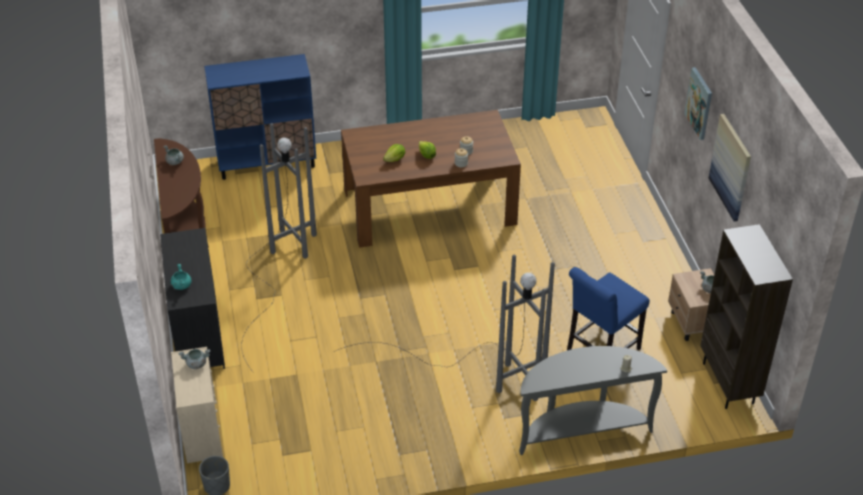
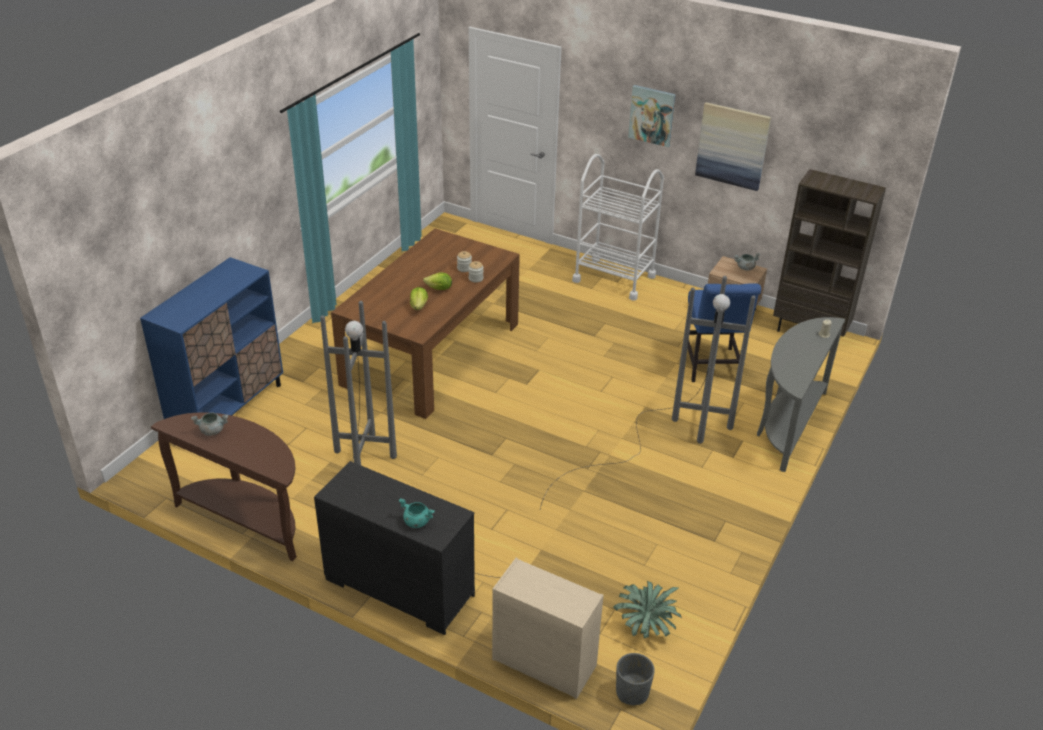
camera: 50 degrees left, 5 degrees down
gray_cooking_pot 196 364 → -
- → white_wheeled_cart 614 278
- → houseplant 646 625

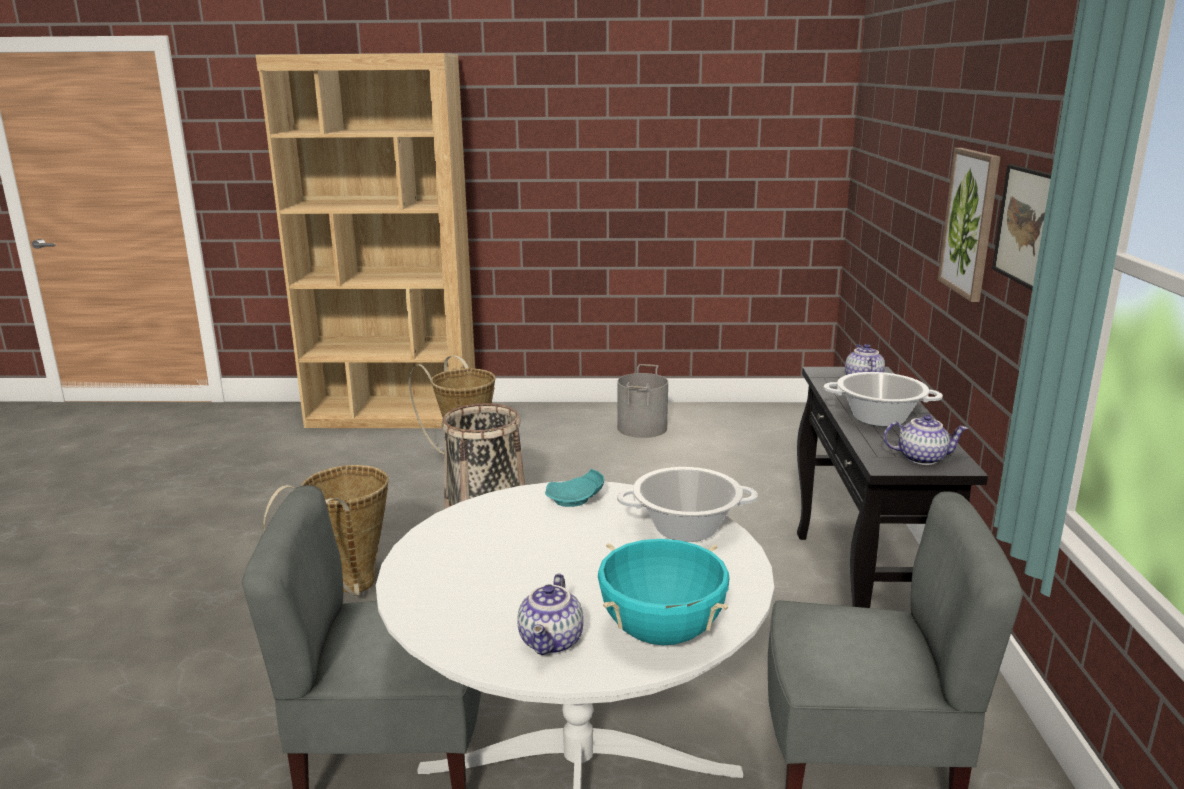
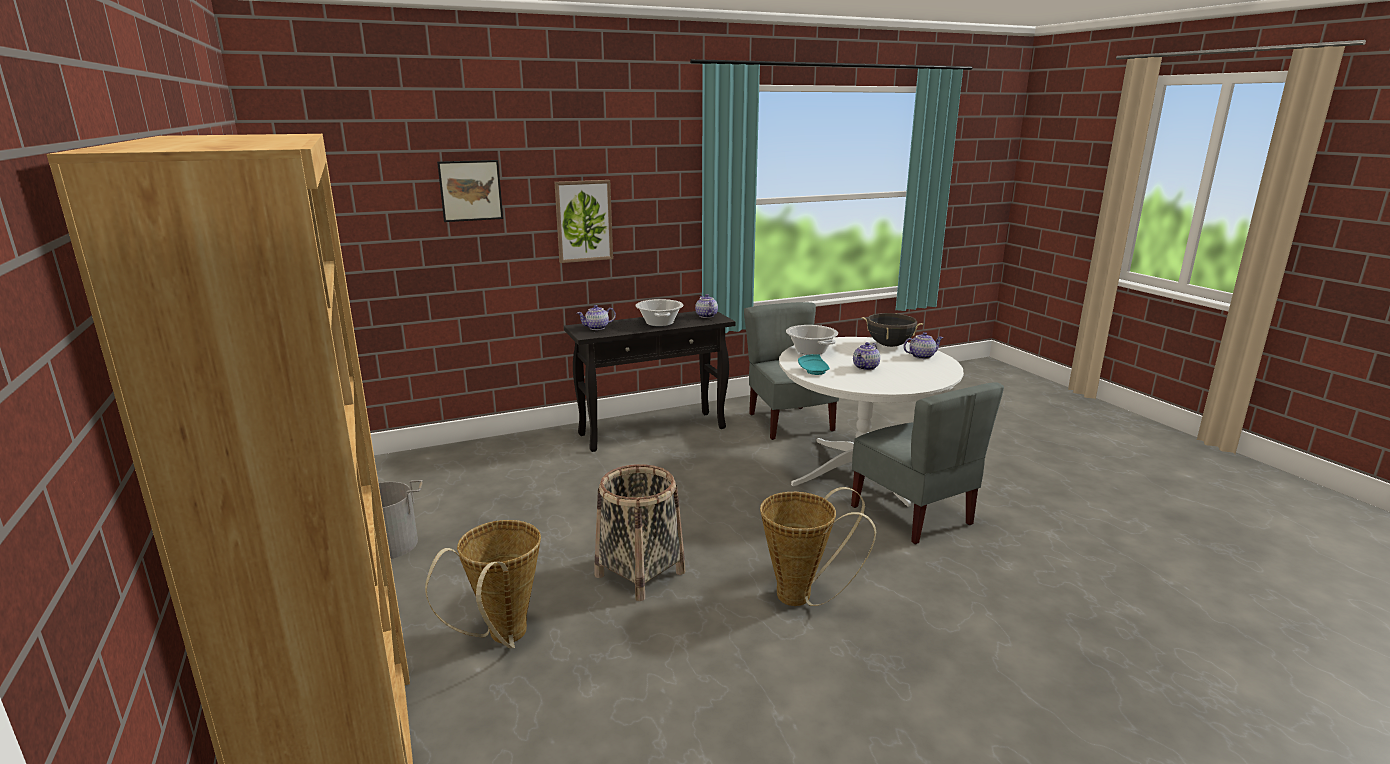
camera: 115 degrees left, 0 degrees up
wall_art 1026 226 → wall_art 470 190, moved
turquoise_cooking_pot 662 633 → black-coloured_cooking_pot 889 345
- → teapot 866 368

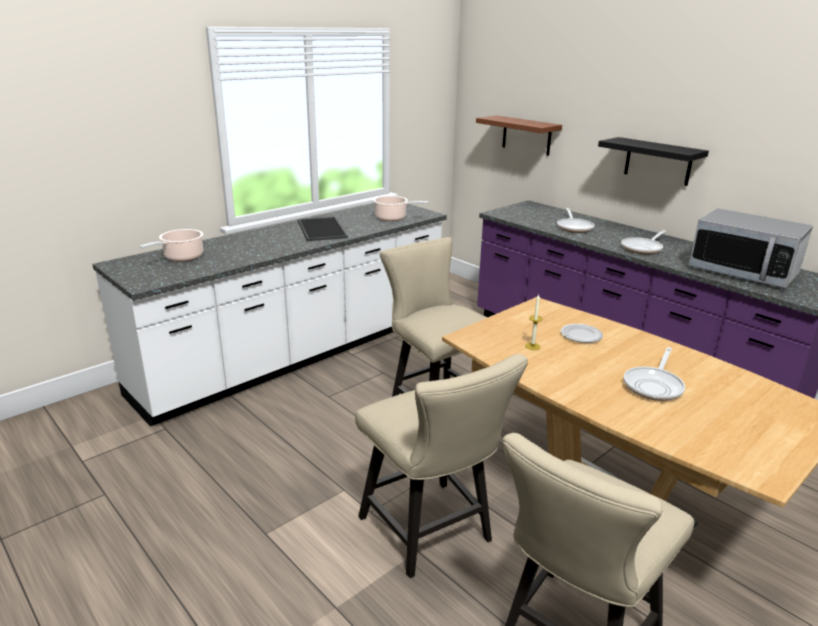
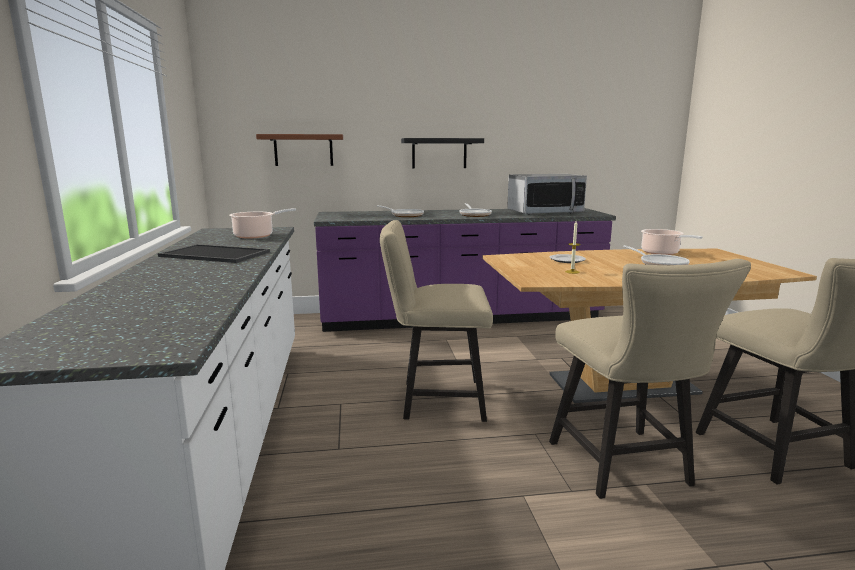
camera: 55 degrees left, 10 degrees down
cooking_pot 181 257 → cooking_pot 662 253, moved
sand-coloured_plain_chair 431 534 → sand-coloured_plain_chair 625 468, 75 degrees clockwise

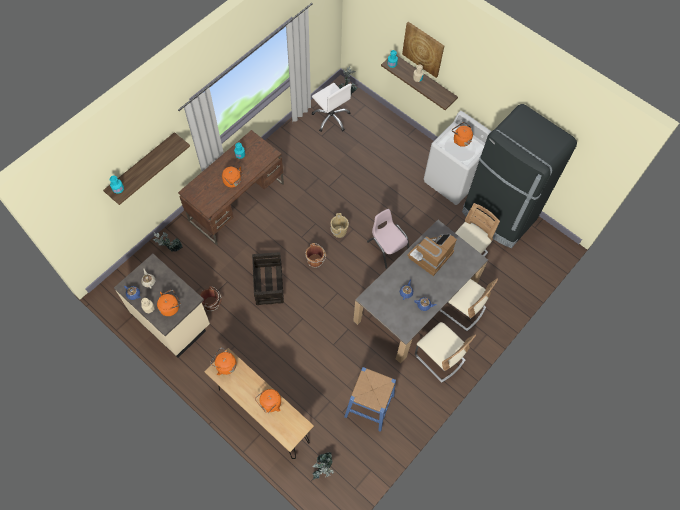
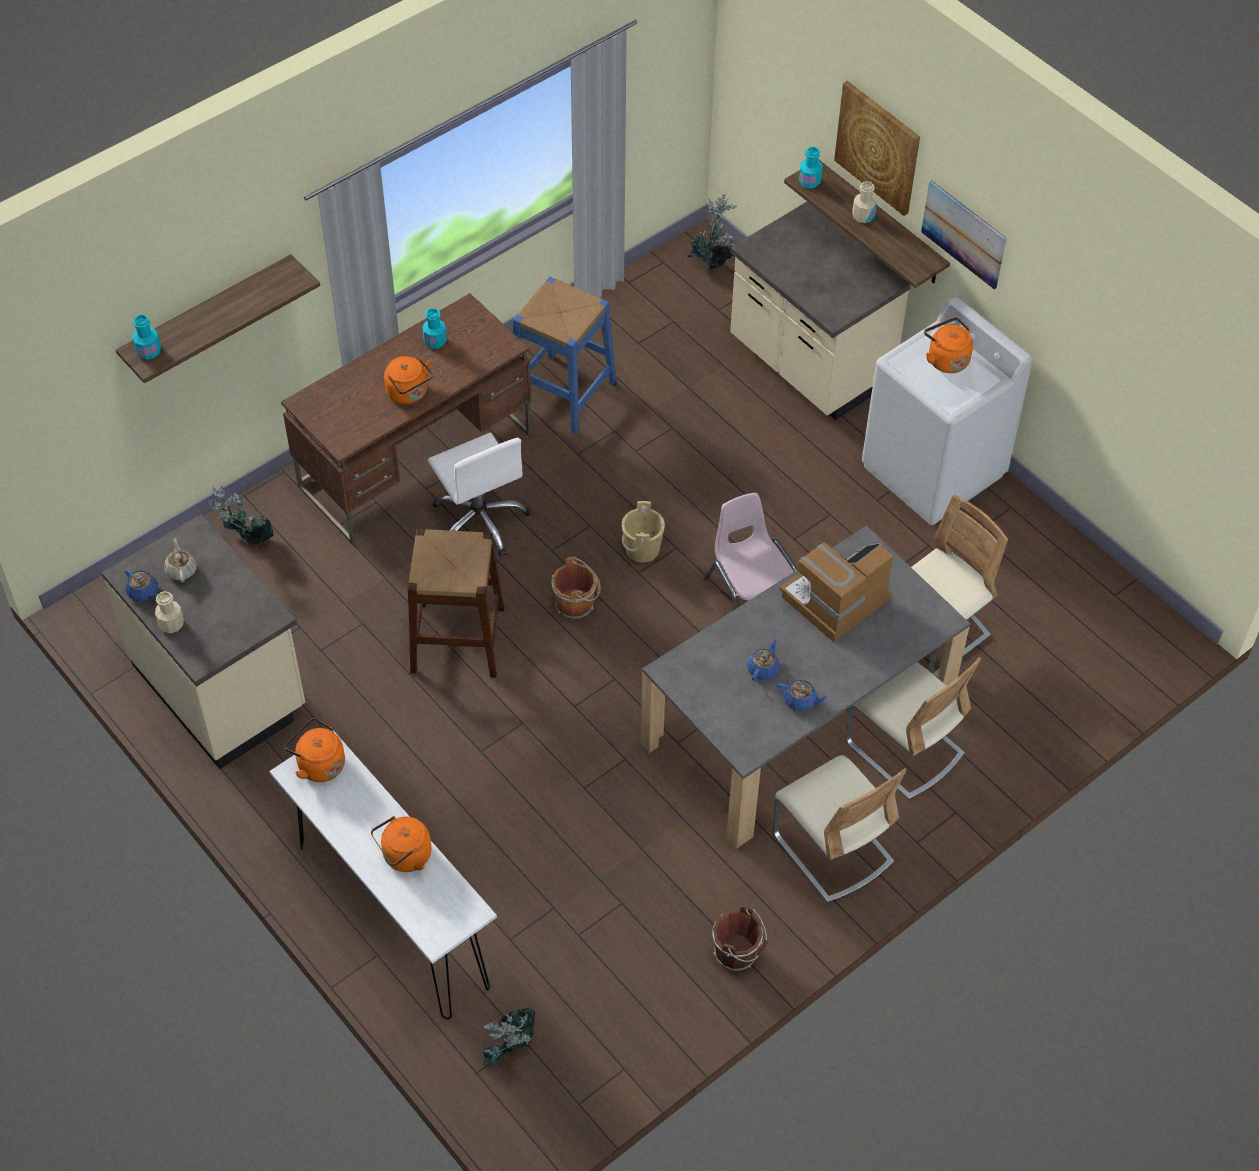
camera: 10 degrees right, 10 degrees down
white_desk_chair 331 118 → white_desk_chair 480 521, moved
black-coloured_fridge 498 216 → -
crate 268 283 → brownish_sitting_stool 457 639
brownish_bucket 212 304 → brownish_bucket 737 953, moved
orange-coloured_water_kettle 170 307 → -
brownish_console_table 263 415 → white_console_table 392 916
blue-coloured_sitting_stool 369 406 → blue-coloured_sitting_stool 563 393, moved
- → wall_art 963 234
- → sand-coloured_kitchen_counter 809 364

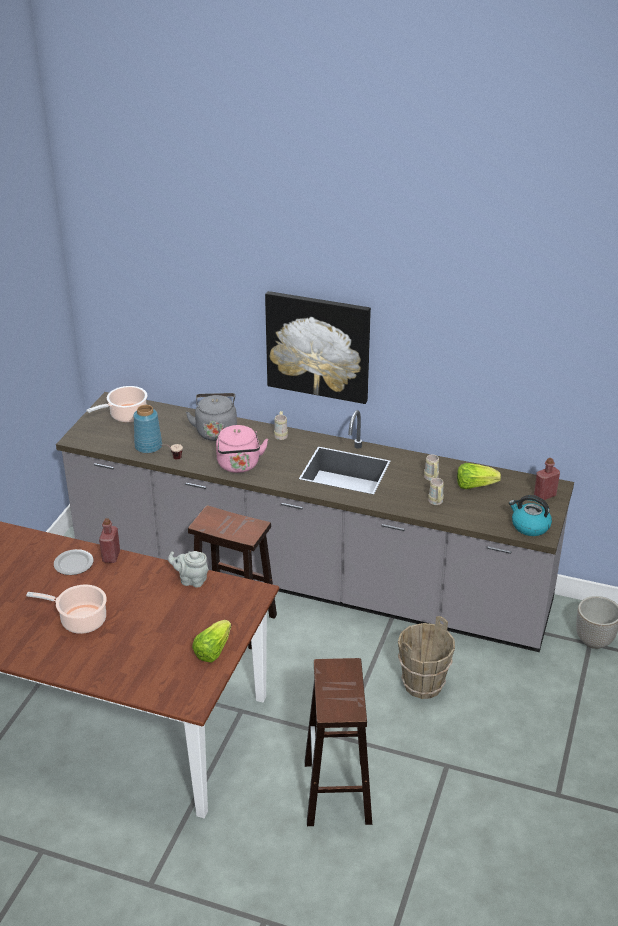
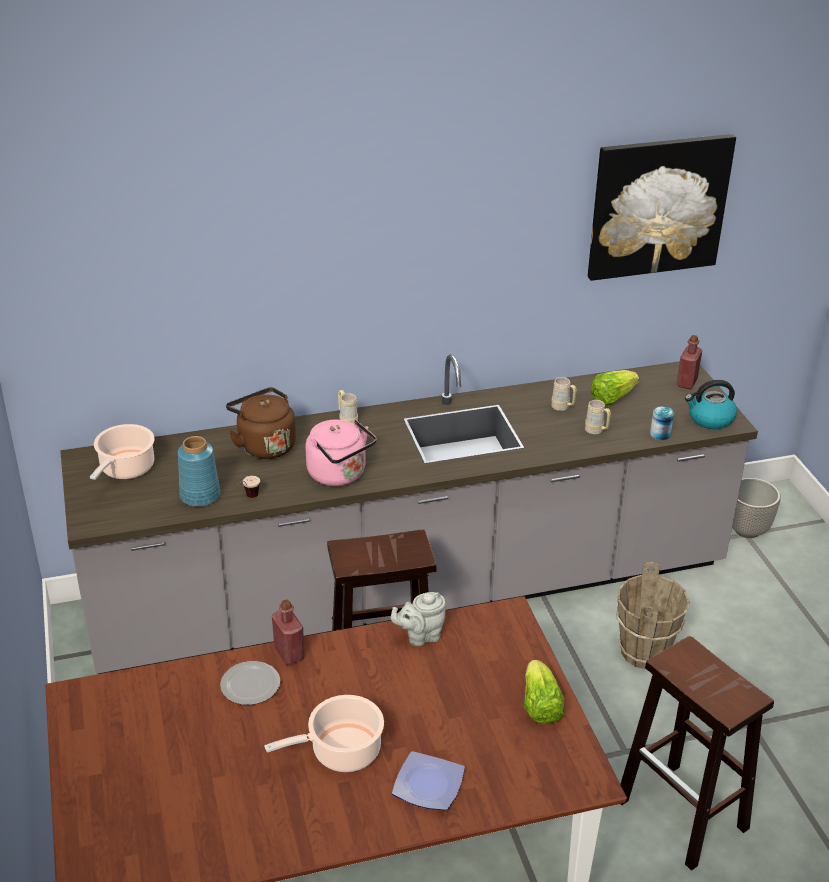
camera: 35 degrees left, 0 degrees up
wall_art 318 346 → wall_art 658 206, moved
gray_water_kettle 216 431 → brownish_water_kettle 264 445
- → can 660 434
- → dinner_plate 430 784

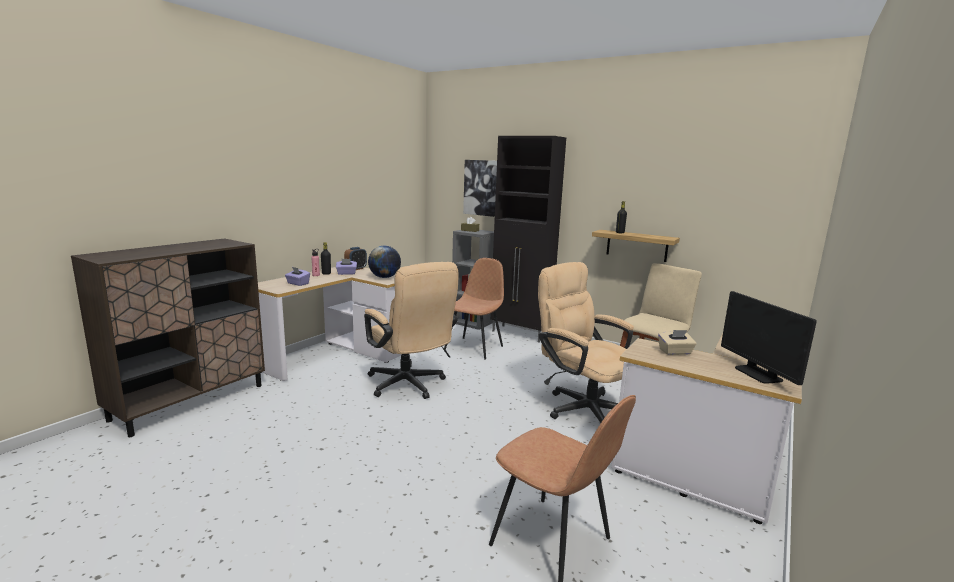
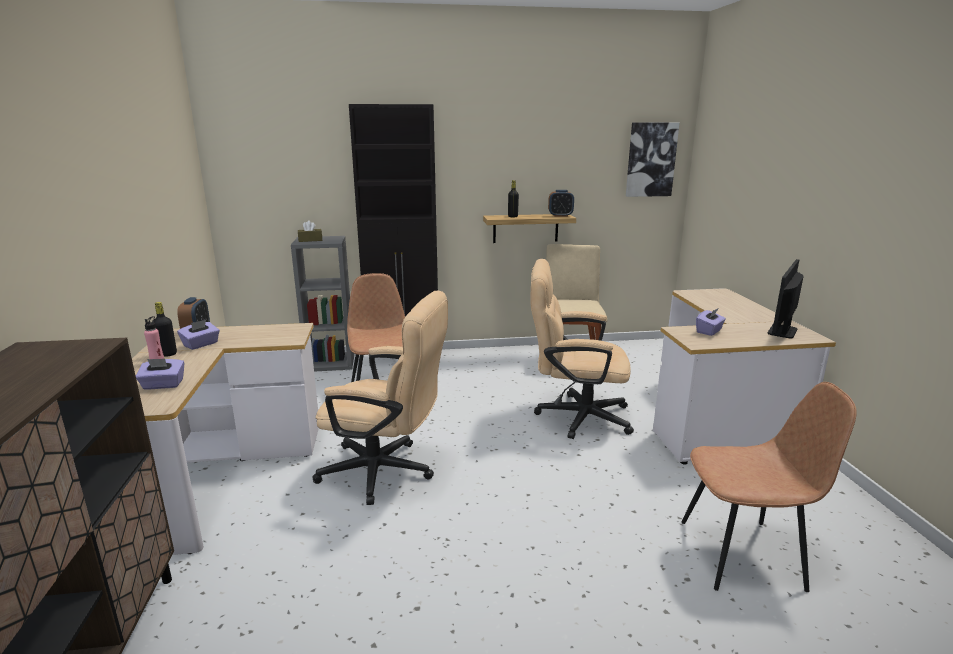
camera: 40 degrees left, 5 degrees up
wall_art 480 187 → wall_art 651 160, moved
desk_globe 384 277 → -
monitor 758 374 → monitor 782 331, 90 degrees clockwise
sand-coloured_tissue_holder 675 352 → purplish_tissue_holder 709 331
- → alarm_clock 560 216

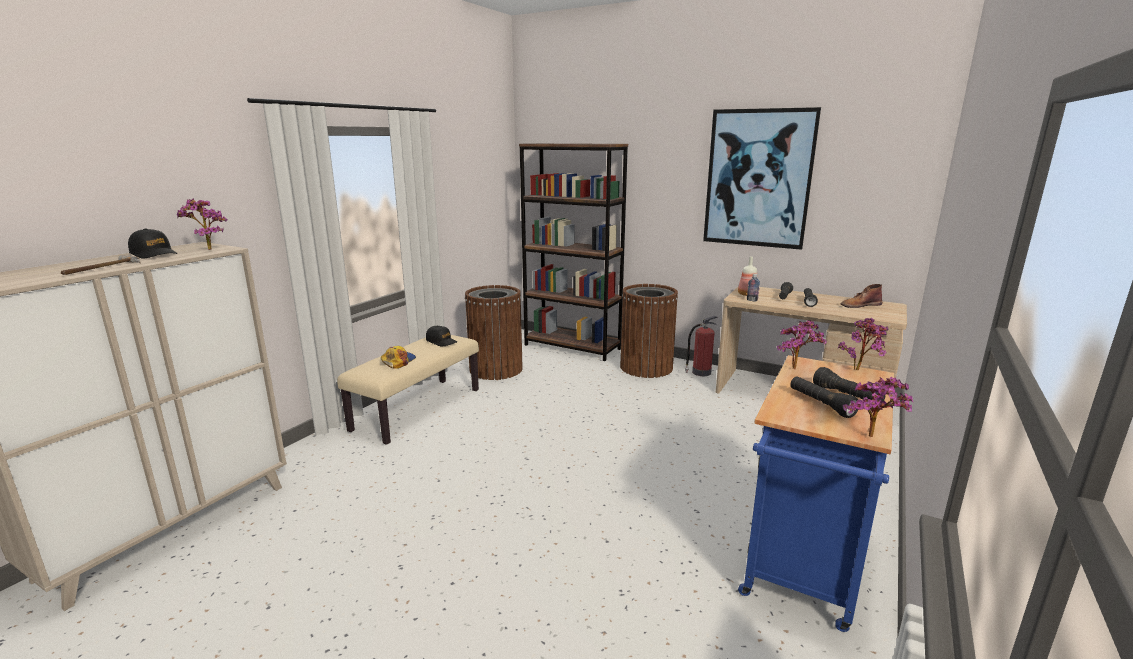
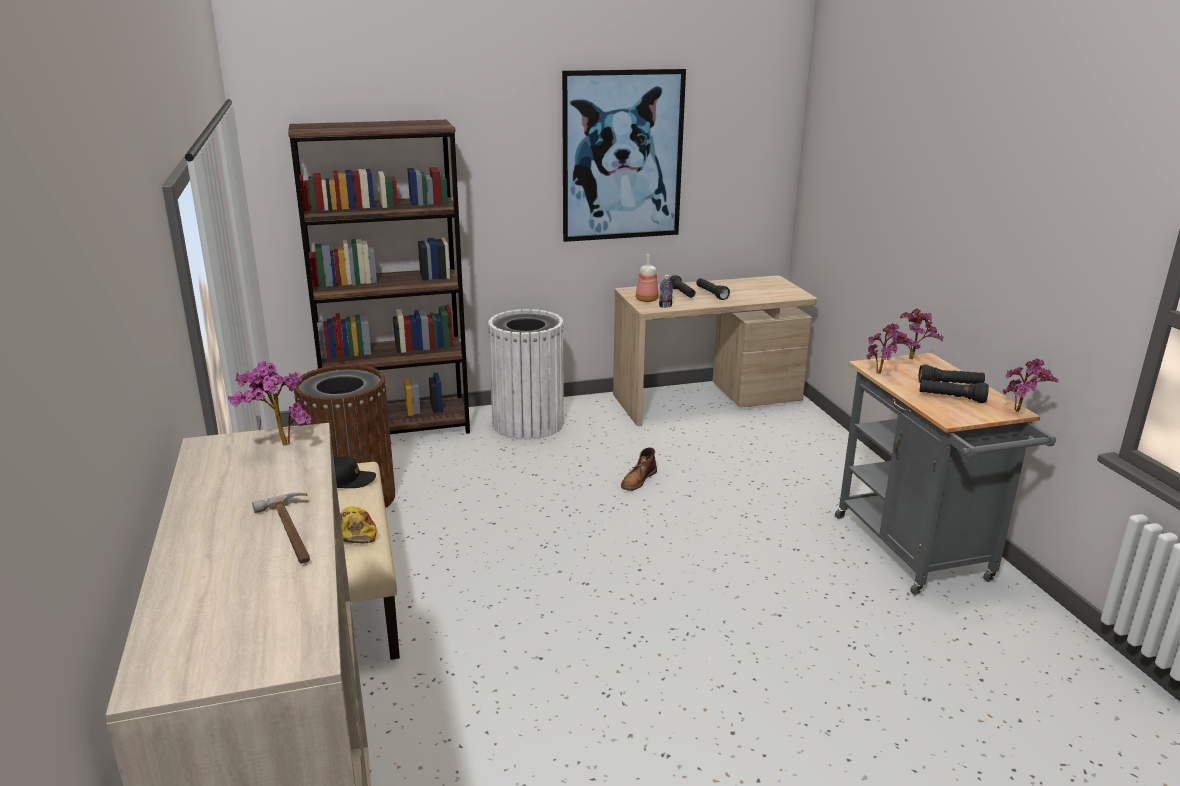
camera: 45 degrees left, 5 degrees up
black-coloured_peaked_cap 154 254 → -
brownish_rubbish_bin 646 367 → white_rubbish_bin 528 423
brownish_boot 860 305 → brownish_boot 638 479, moved
fire-fighting_cylinder 700 372 → -
blue-coloured_wheeled_cart 803 570 → gray_wheeled_cart 918 553

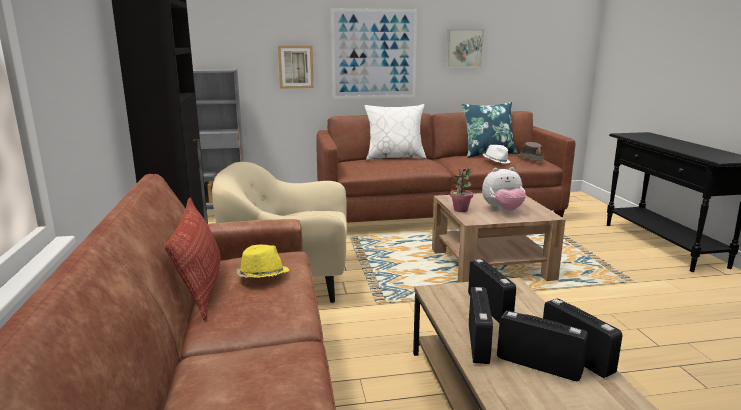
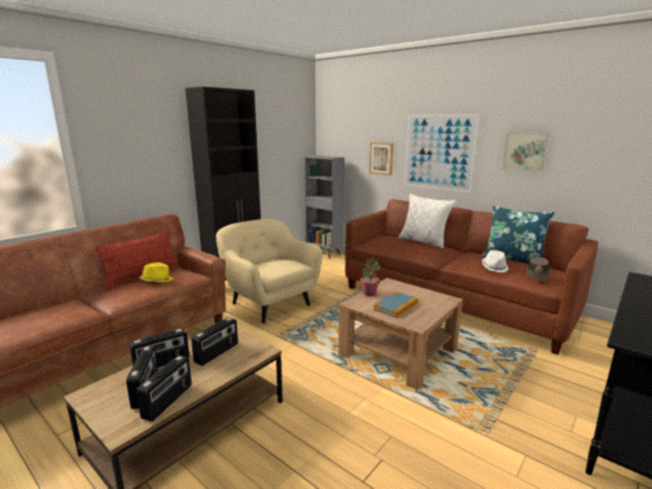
camera: 50 degrees right, 0 degrees up
cuddly_toy 502 210 → bound_book 396 306

